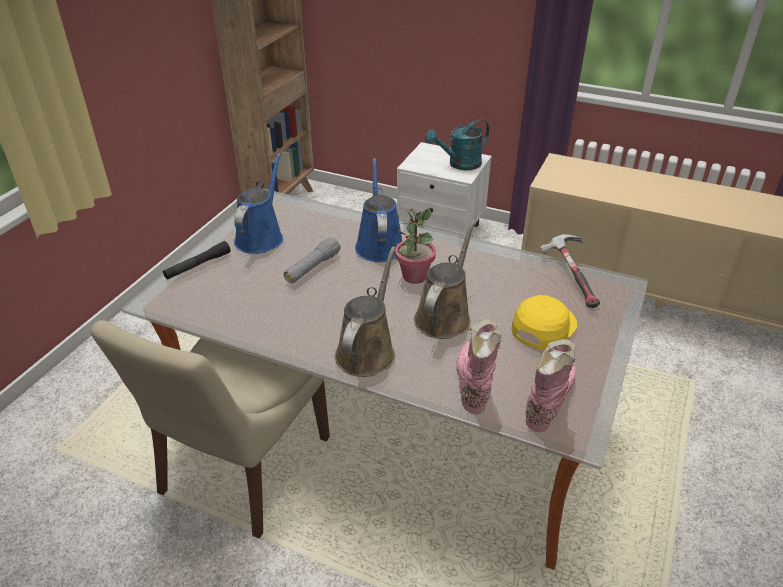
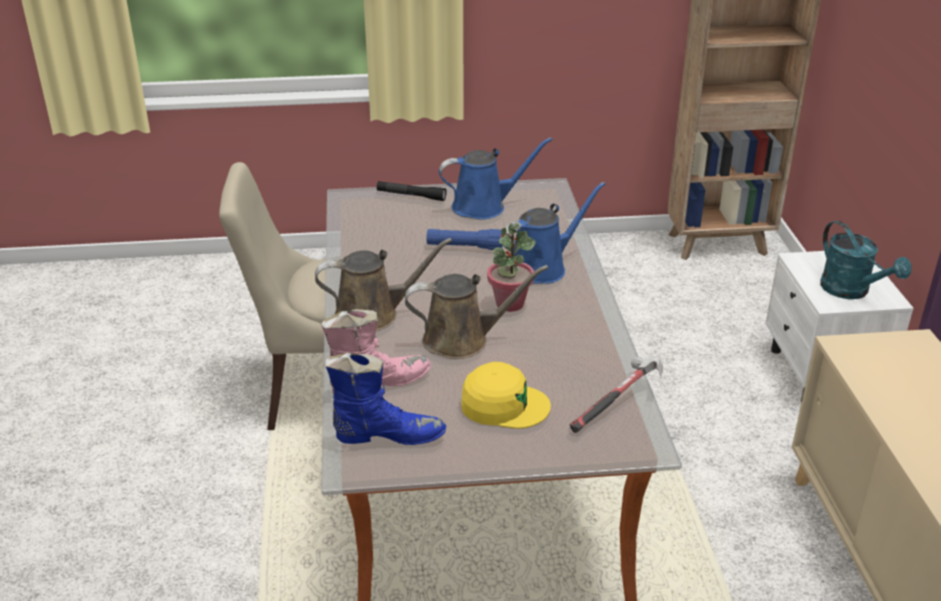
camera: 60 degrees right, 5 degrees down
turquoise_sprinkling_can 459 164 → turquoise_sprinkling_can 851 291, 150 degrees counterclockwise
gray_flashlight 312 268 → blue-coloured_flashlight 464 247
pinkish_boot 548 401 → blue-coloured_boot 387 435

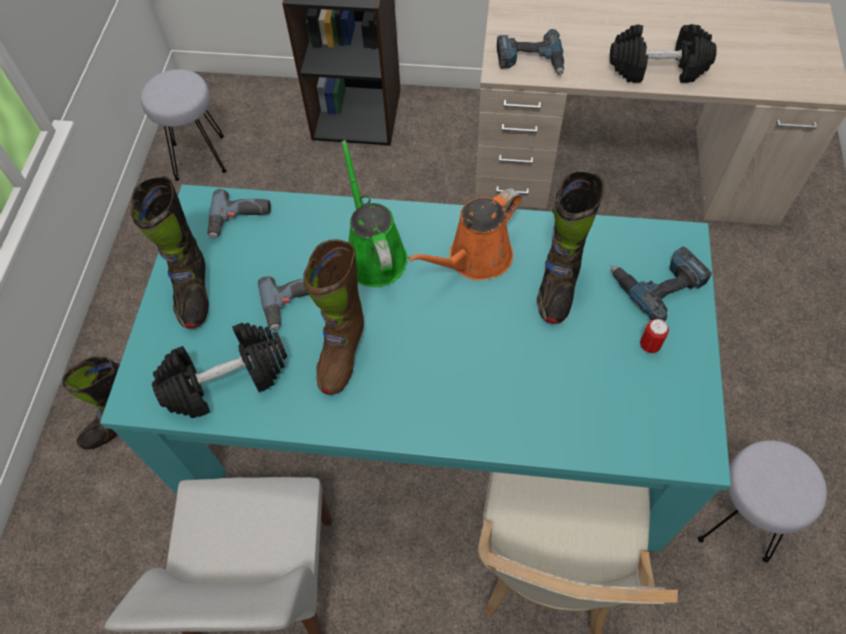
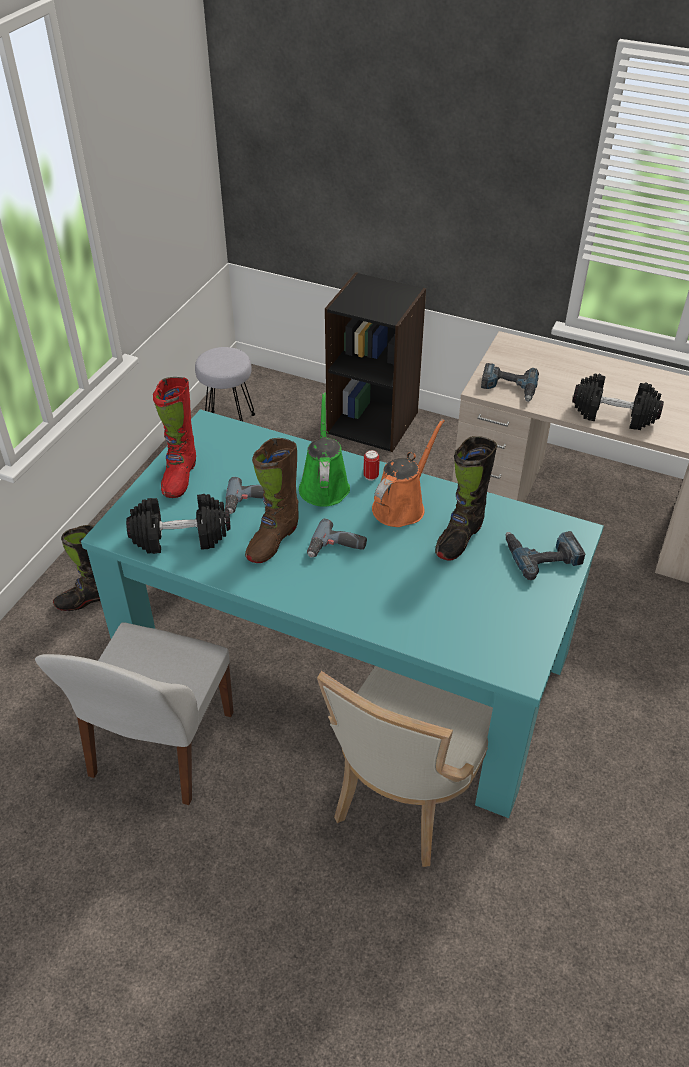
camera: 15 degrees right, 15 degrees down
black-coloured_boot 192 291 → red-coloured_boot 179 477
orange-coloured_sprinkling_can 475 259 → orange-coloured_sprinkling_can 401 505, 150 degrees clockwise
drill 240 220 → drill 336 548, moved
can 649 345 → can 371 476, moved
gray_sitting_stool 737 519 → -

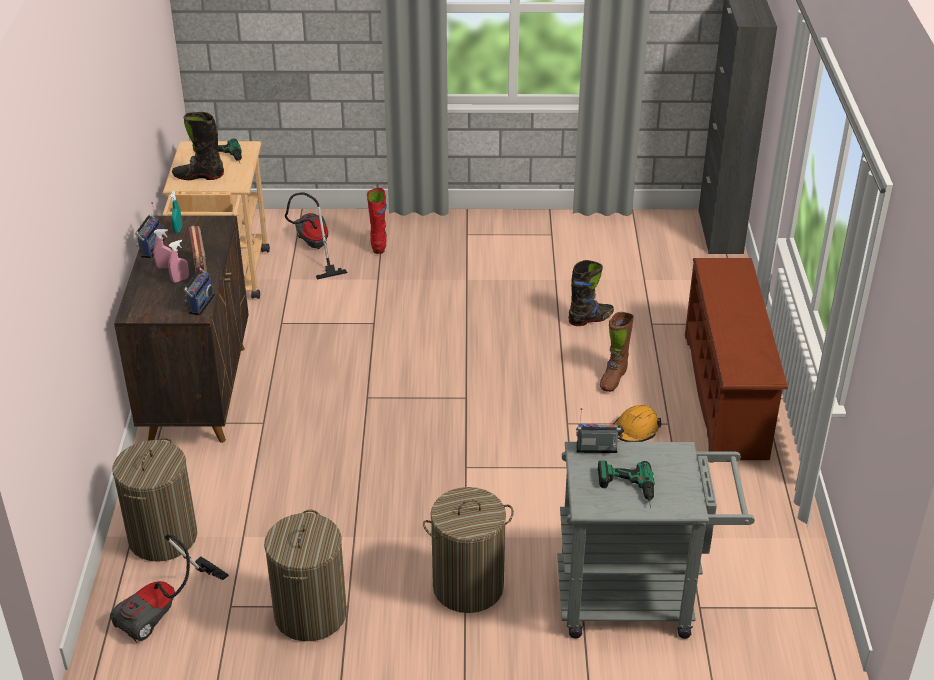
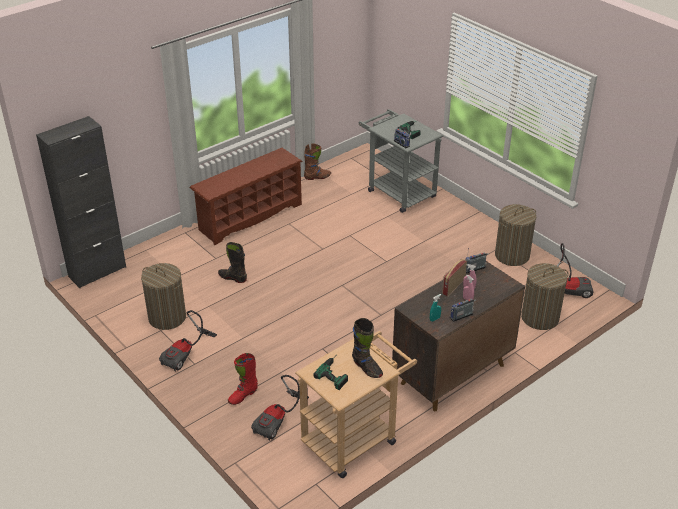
camera: 130 degrees left, 0 degrees up
brownish_boot 613 378 → brownish_boot 317 177, moved
orange-coloured_safety_helmet 635 430 → -
hamper 468 587 → hamper 167 317, moved
- → vacuum 186 355

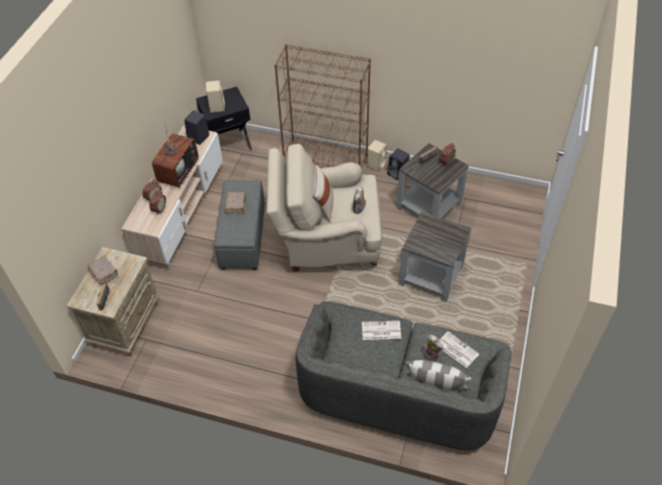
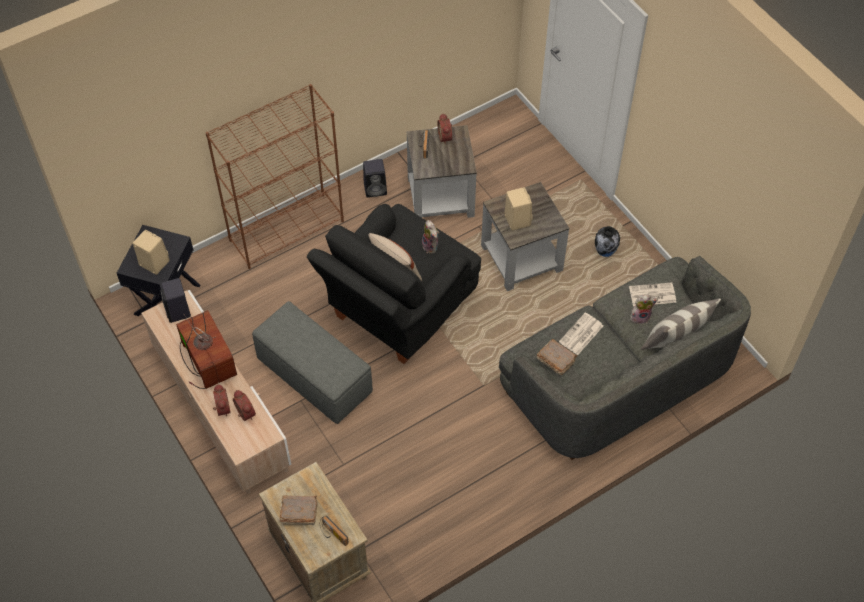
camera: 50 degrees left, 5 degrees up
sand-coloured_loudspeaker 376 164 → sand-coloured_loudspeaker 516 219, moved
sand-coloured_lounge_chair 326 243 → black-coloured_lounge_chair 398 310
brownish_bound_book 236 205 → brownish_bound_book 555 360, moved
- → vase 605 252

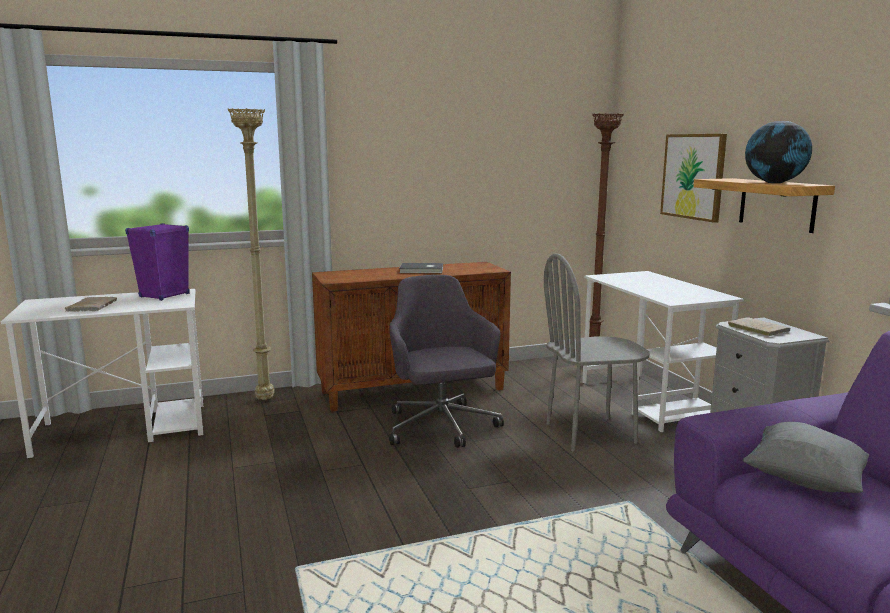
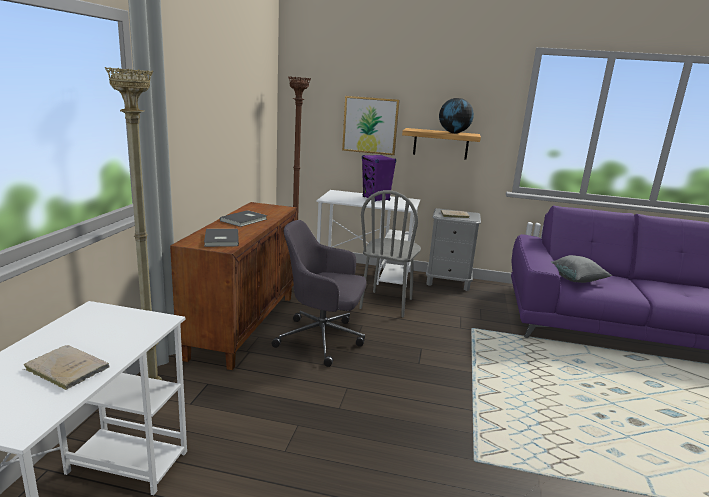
camera: 60 degrees left, 5 degrees up
purplish_loudspeaker 164 295 → purplish_loudspeaker 376 199, moved
- → gray_bound_book 220 239

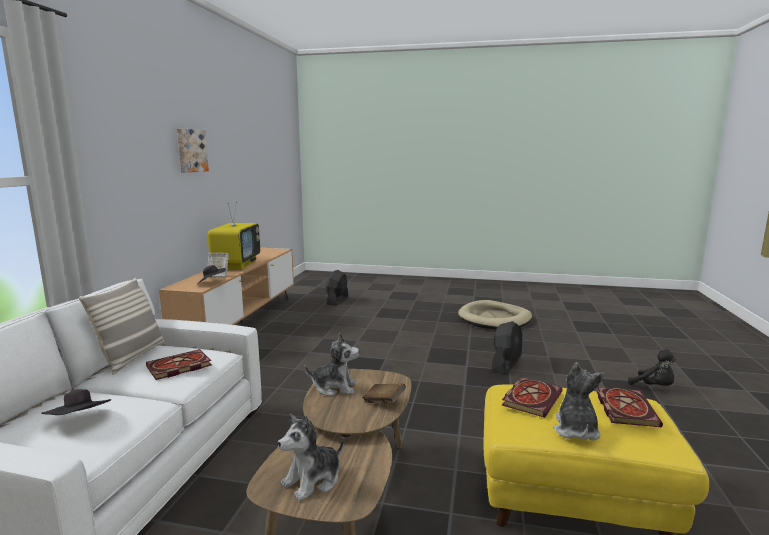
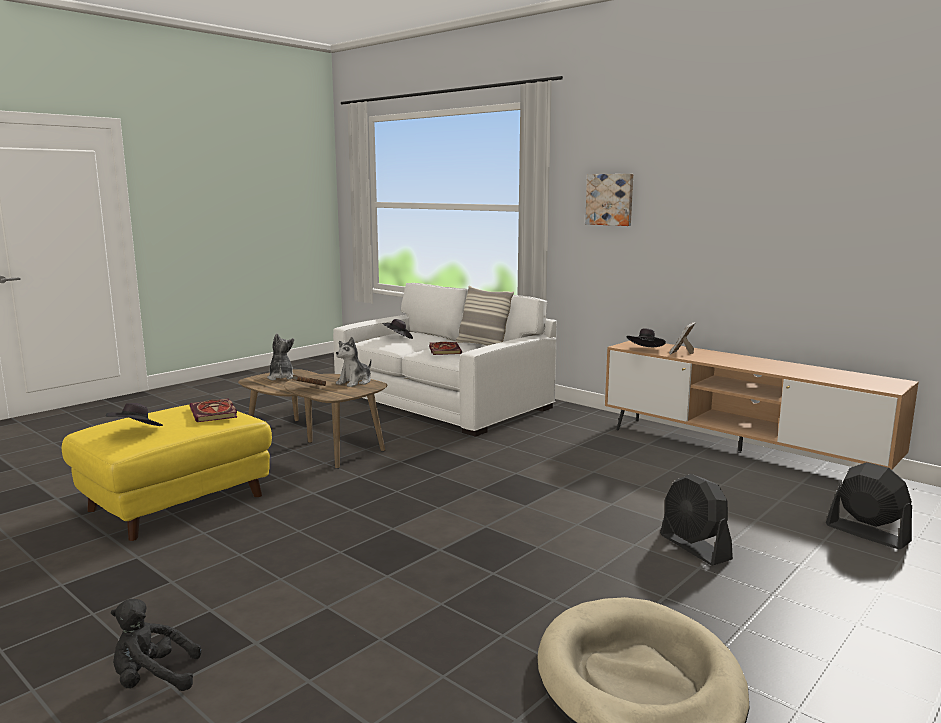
camera: 120 degrees right, 0 degrees up
wall_art 191 150 → wall_art 610 199, moved
TV 236 265 → -
black-coloured_electric_fan 506 364 → black-coloured_electric_fan 694 547, moved
cuddly_toy 575 430 → -
bound_book 624 408 → black-coloured_clothing_hat 136 432

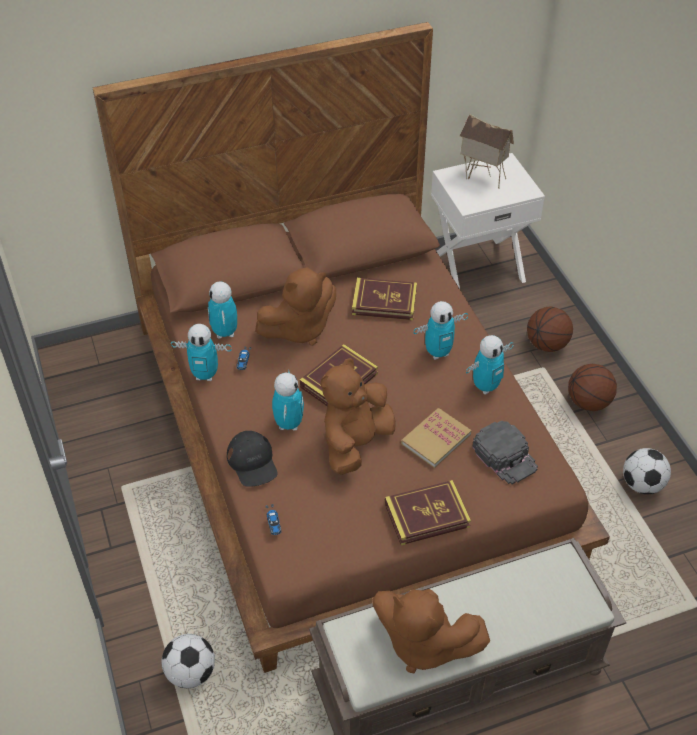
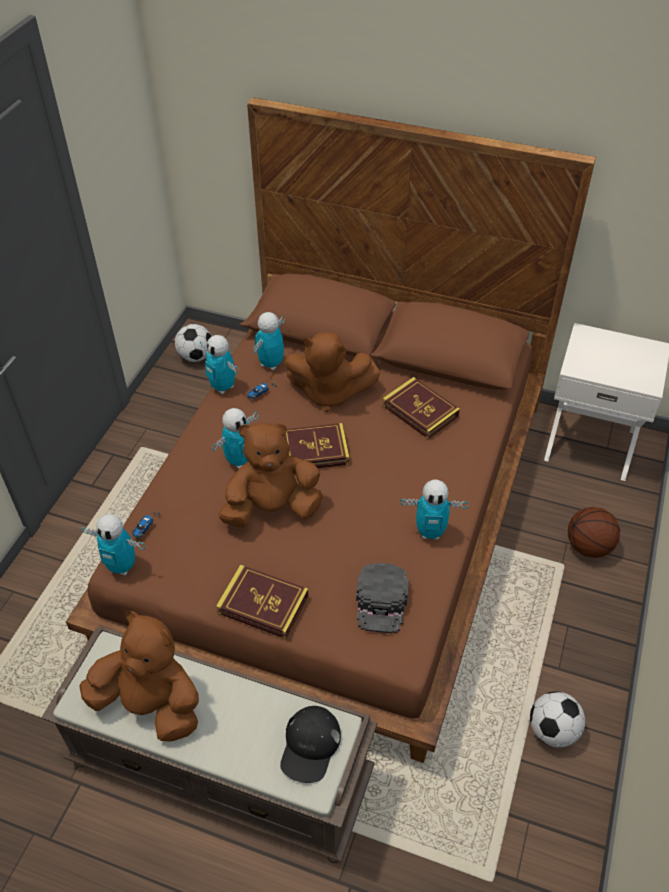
camera: 40 degrees right, 0 degrees up
miniature_house 482 178 → -
model_robot 438 352 → model_robot 122 566, moved
ball_for_basketball 589 402 → -
bound_book 436 439 → -
black-coloured_peaked_cap 252 462 → black-coloured_peaked_cap 310 746, moved
brownish_cuddly_toy 422 643 → brownish_cuddly_toy 151 704, 135 degrees clockwise
football 191 672 → football 196 356, moved

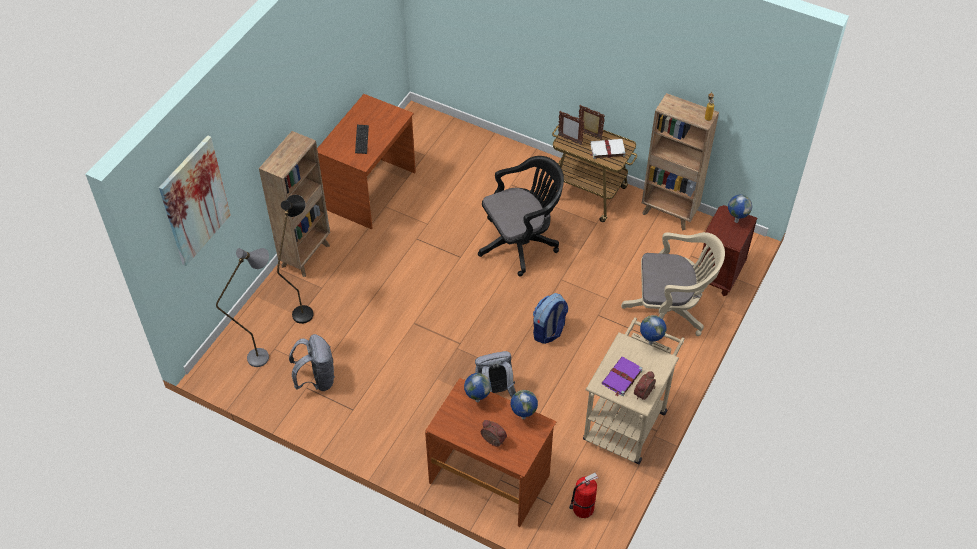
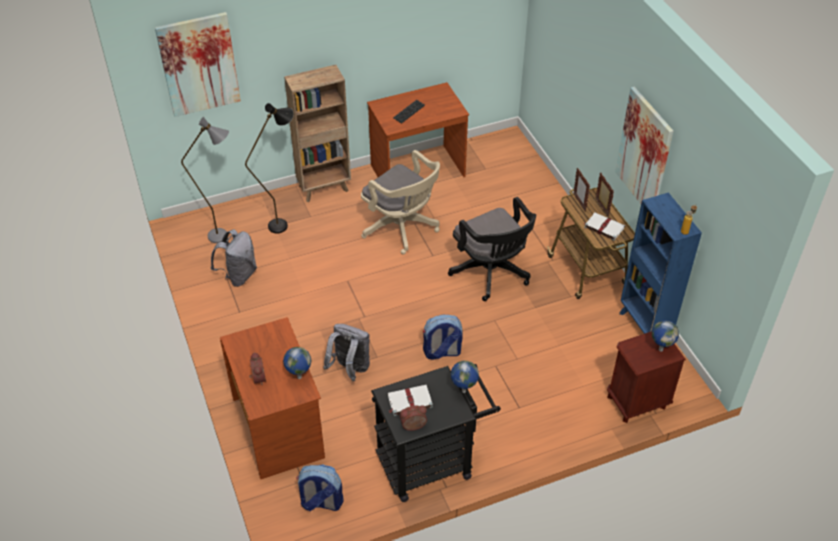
camera: 40 degrees right, 5 degrees down
brownish_bookcase 669 213 → blue-coloured_bookcase 644 326
black-coloured_desk_chair 521 242 → black-coloured_desk_chair 492 274, 45 degrees clockwise
sand-coloured_desk_chair 669 312 → sand-coloured_desk_chair 402 228, moved
sand-coloured_wheeled_cart 628 419 → black-coloured_wheeled_cart 432 461
purplish_bound_book 621 377 → white_bound_book 409 401
desk_globe 477 400 → -
fire-fighting_cylinder 582 509 → rucksack 321 502
- → wall_art 644 152

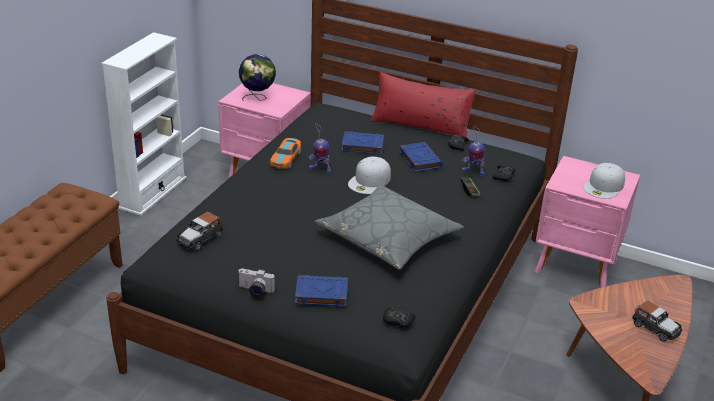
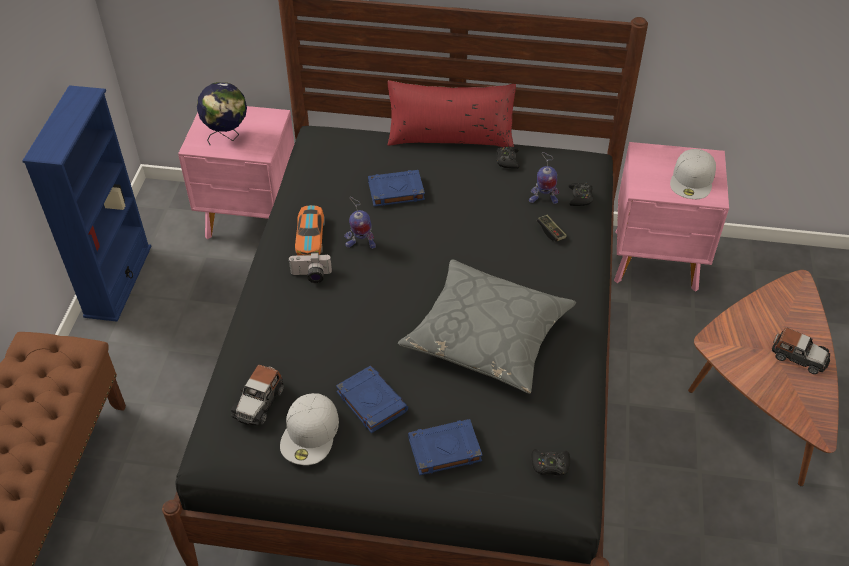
camera: 15 degrees left, 15 degrees up
white_bookcase 153 193 → blue-coloured_bookcase 118 281
blue-coloured_bound_book 419 159 → blue-coloured_bound_book 371 401, moved
white_peaked_cap 370 181 → white_peaked_cap 310 433, moved
still_camera 254 291 → still_camera 311 276, moved

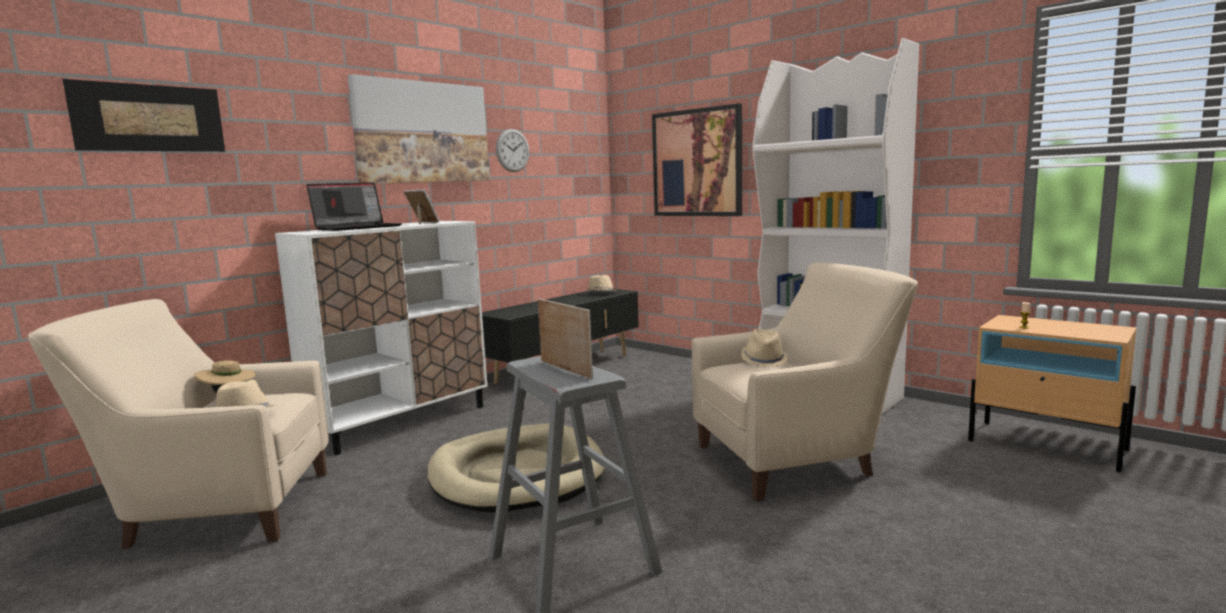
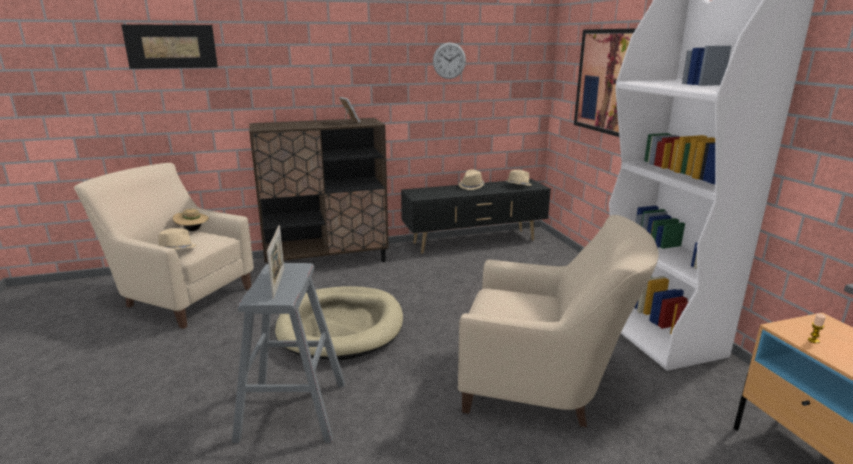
camera: 30 degrees right, 10 degrees up
wall_art 422 132 → -
laptop 358 228 → -
white_storage_cabinet 401 422 → brownish_storage_cabinet 327 260
sand-coloured_clothing_hat 764 360 → sand-coloured_clothing_hat 471 186, moved

